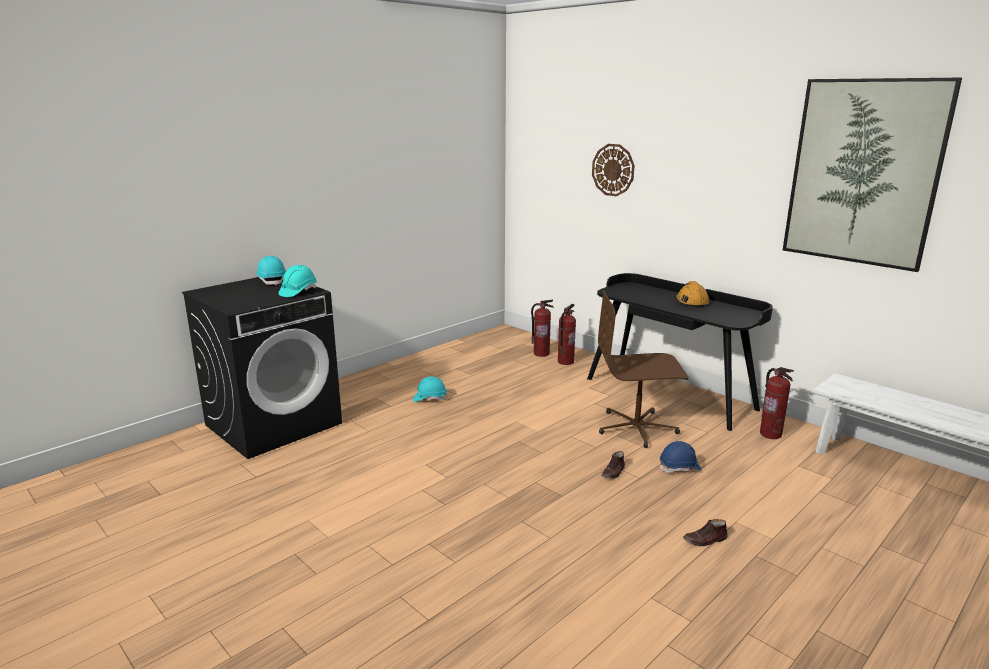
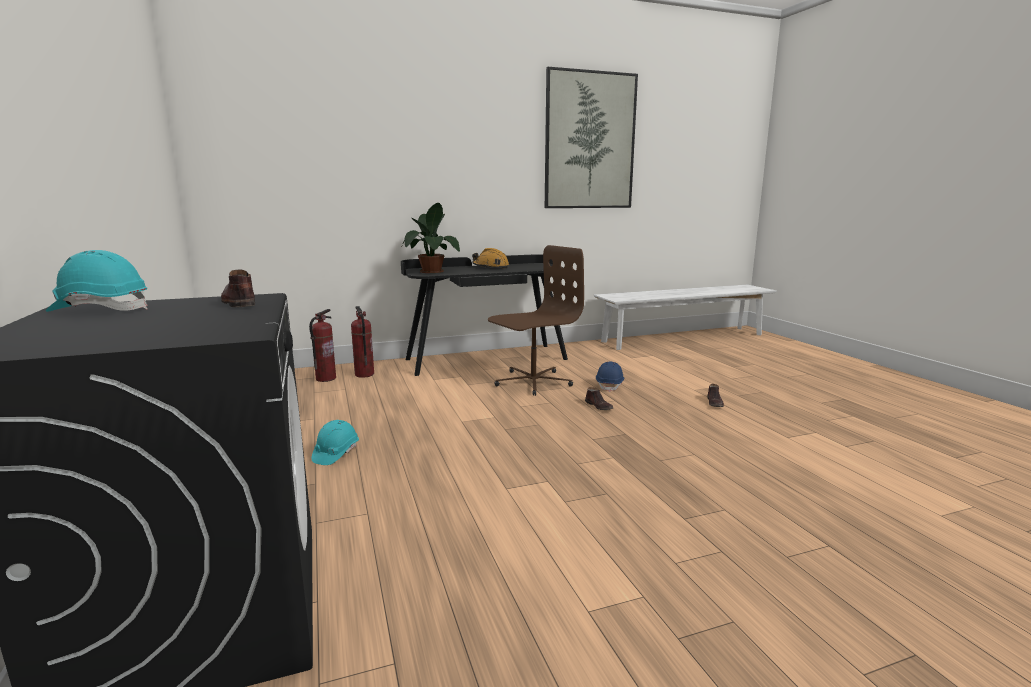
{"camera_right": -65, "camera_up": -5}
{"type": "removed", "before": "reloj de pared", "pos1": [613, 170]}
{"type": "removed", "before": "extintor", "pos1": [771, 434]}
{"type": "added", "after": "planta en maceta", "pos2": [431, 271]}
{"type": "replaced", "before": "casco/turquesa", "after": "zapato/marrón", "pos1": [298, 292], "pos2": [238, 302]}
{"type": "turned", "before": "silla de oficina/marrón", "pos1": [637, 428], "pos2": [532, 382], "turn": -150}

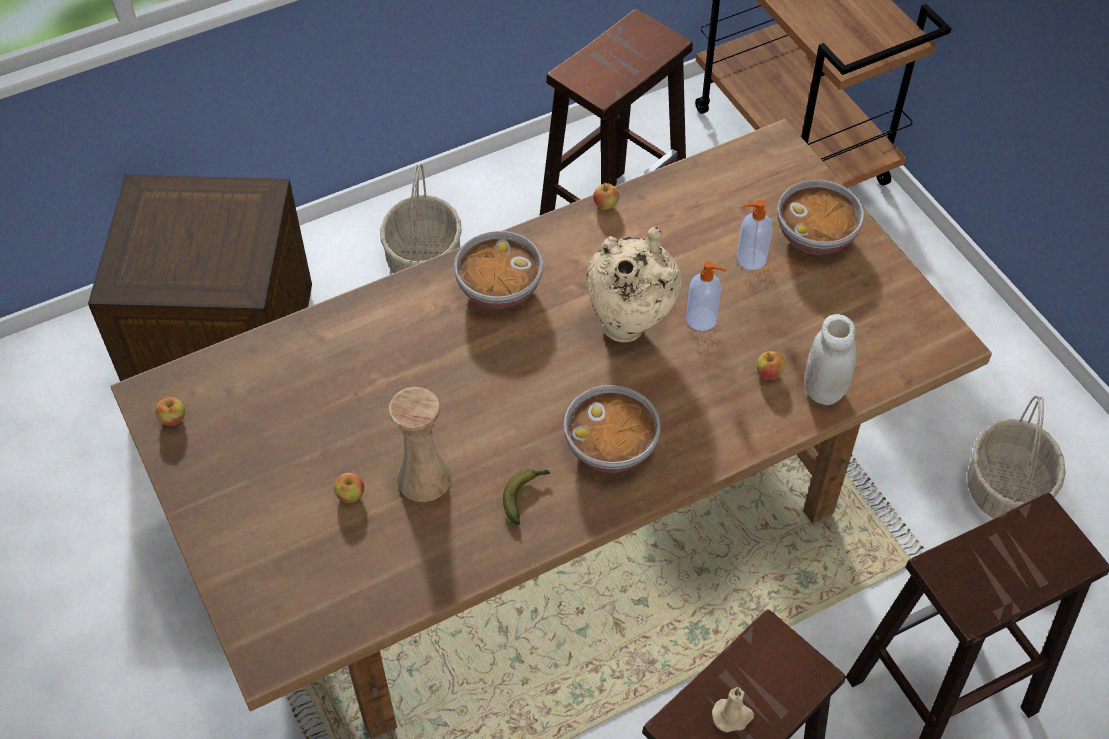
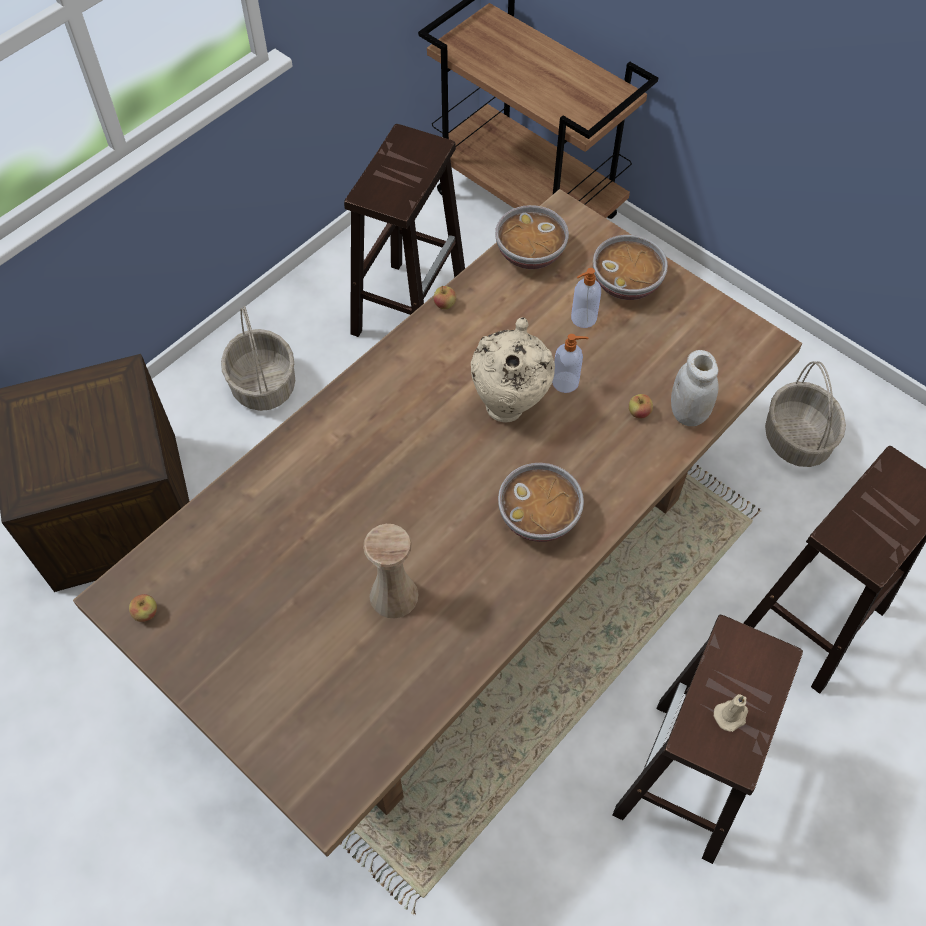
{"camera_right": -20, "camera_up": 5}
{"type": "removed", "before": "manzana", "pos1": [350, 495]}
{"type": "removed", "before": "plátano", "pos1": [525, 495]}
{"type": "moved", "before": "cuenco", "pos1": [498, 289], "pos2": [530, 254]}

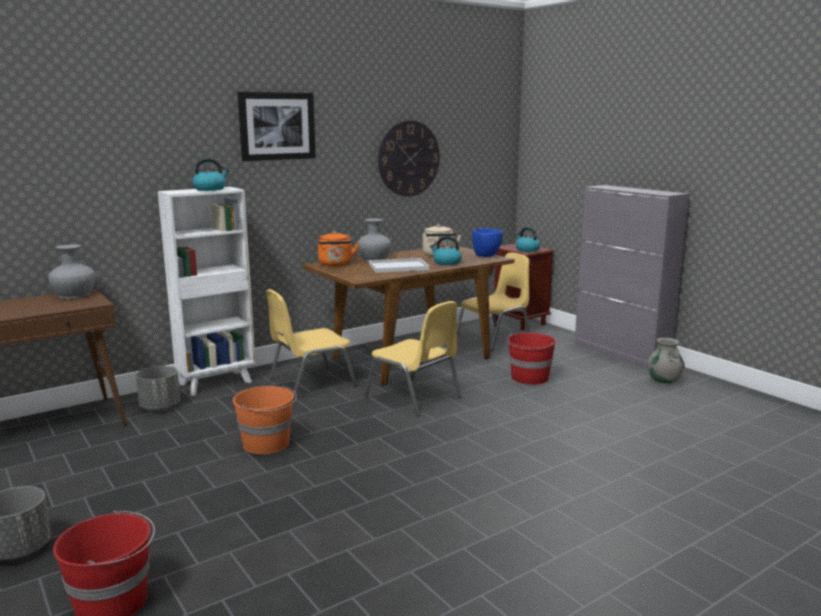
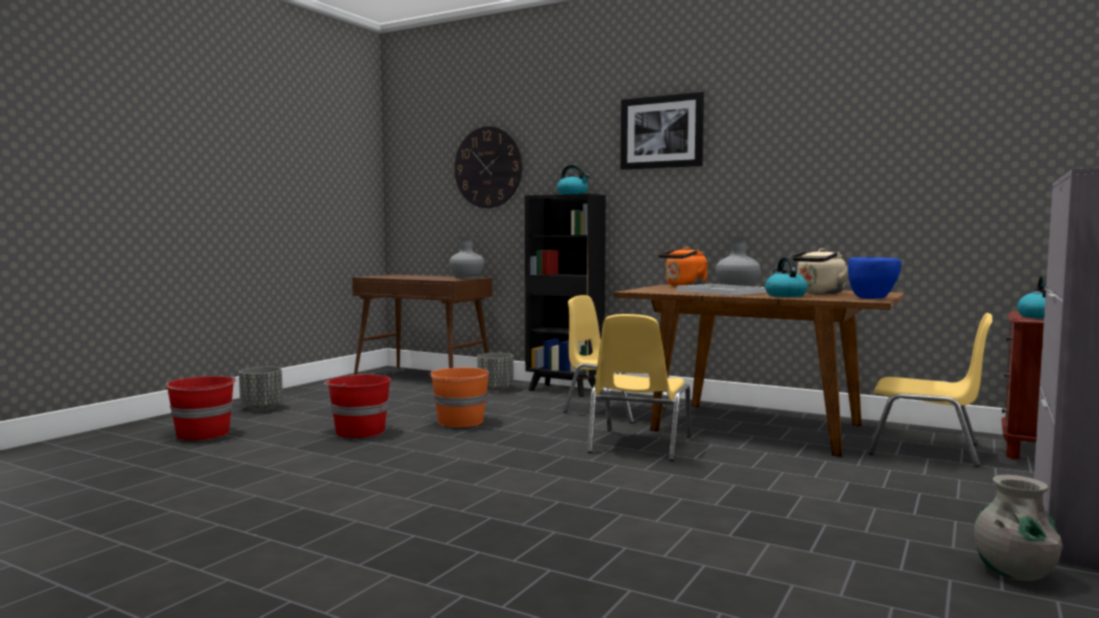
{"camera_right": 65, "camera_up": -10}
{"type": "moved", "before": "reloj de pared", "pos1": [408, 158], "pos2": [488, 167]}
{"type": "moved", "before": "cubo/rojo", "pos1": [529, 378], "pos2": [359, 431]}
{"type": "recoloured", "before": "estantería/blanco", "after": "estantería/negro", "pos1": [217, 383], "pos2": [565, 390]}

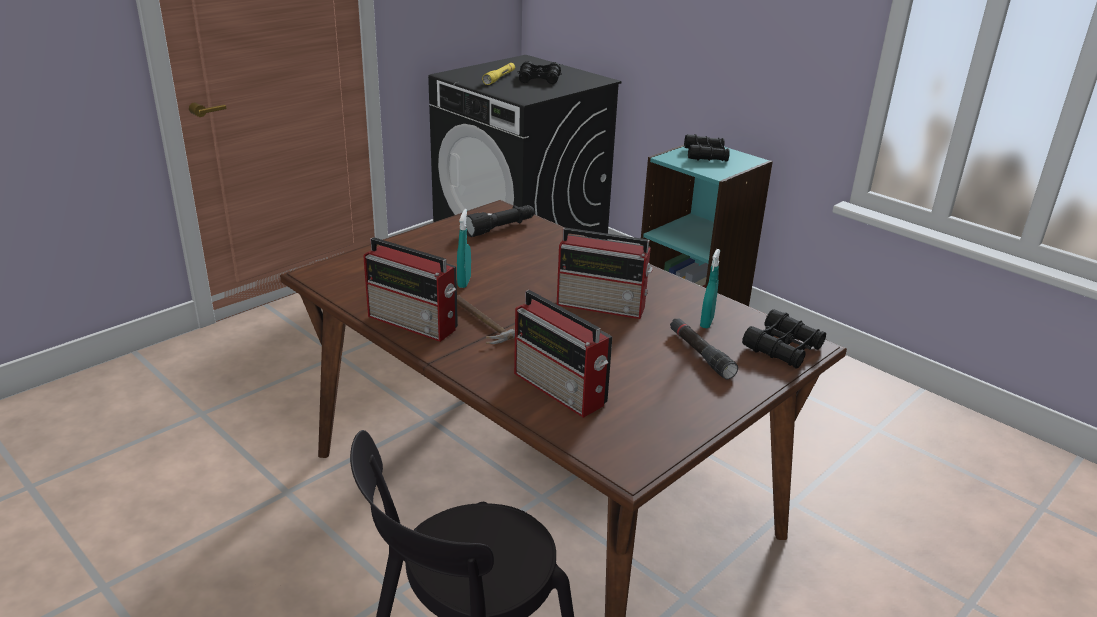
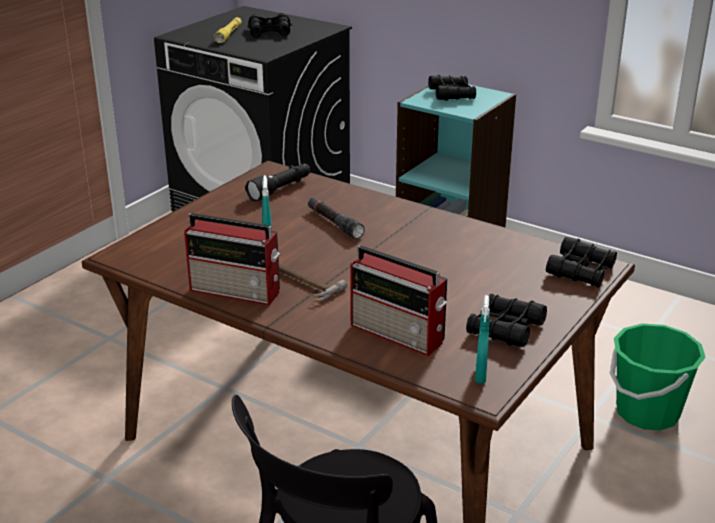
{"camera_right": -10, "camera_up": 0}
{"type": "removed", "before": "radio", "pos1": [603, 306]}
{"type": "added", "after": "prismáticos/negro", "pos2": [505, 329]}
{"type": "added", "after": "cubo/verde", "pos2": [647, 412]}
{"type": "moved", "before": "linterna/negro", "pos1": [700, 354], "pos2": [334, 223]}
{"type": "moved", "before": "pulverizador/turquesa", "pos1": [706, 322], "pos2": [480, 375]}

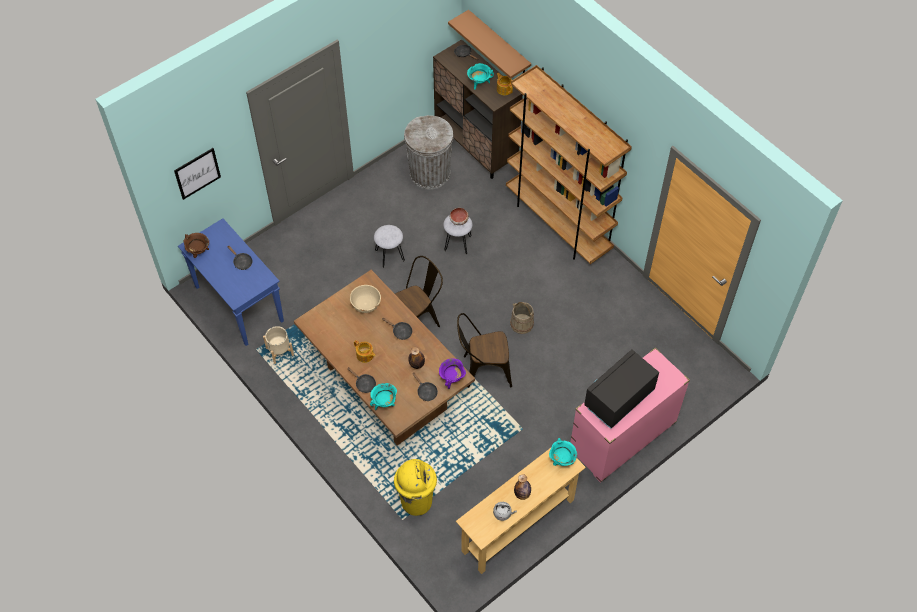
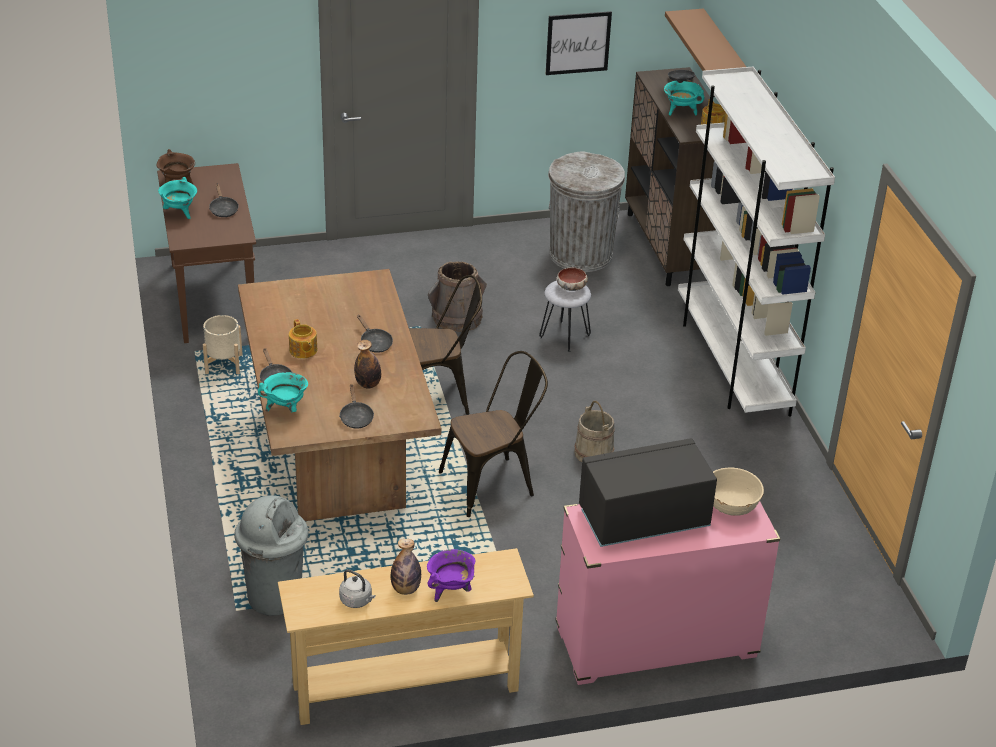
{"camera_right": 25, "camera_up": -20}
{"type": "moved", "before": "cuadro", "pos1": [197, 173], "pos2": [578, 43]}
{"type": "moved", "before": "cuenco/beis", "pos1": [366, 305], "pos2": [732, 506]}
{"type": "moved", "before": "olla/morado", "pos1": [452, 379], "pos2": [451, 591]}
{"type": "moved", "before": "olla/turquesa", "pos1": [562, 460], "pos2": [180, 213]}
{"type": "replaced", "before": "taburete/gris", "after": "cubo/marrón", "pos1": [389, 255], "pos2": [457, 318]}
{"type": "recoloured", "before": "mesa consola/azul", "after": "mesa consola/marrón", "pos1": [238, 304], "pos2": [212, 299]}
{"type": "recoloured", "before": "papelera/amarillo", "after": "papelera/gris", "pos1": [416, 500], "pos2": [275, 596]}
{"type": "recoloured", "before": "estantería/marrón", "after": "estantería/blanco", "pos1": [558, 223], "pos2": [732, 363]}
{"type": "turned", "before": "silla/marrón", "pos1": [482, 370], "pos2": [494, 483], "turn": 135}

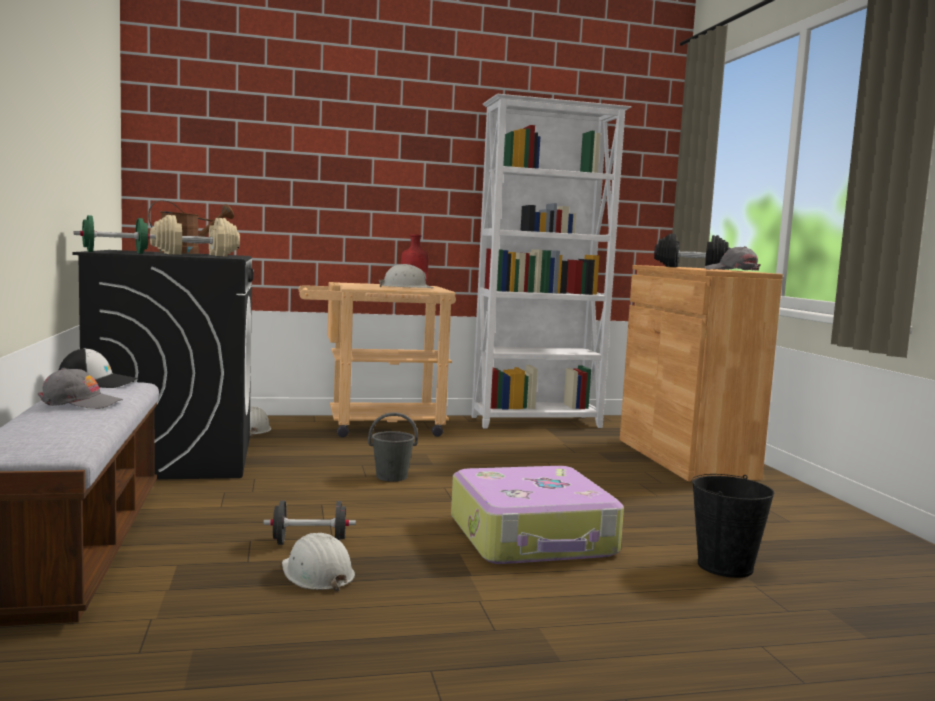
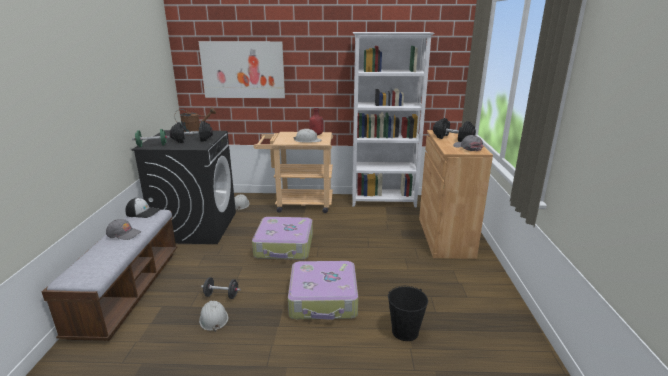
{"camera_right": 15, "camera_up": 15}
{"type": "added", "after": "cuadro", "pos2": [243, 70]}
{"type": "replaced", "before": "cubo/gris", "after": "maleta", "pos1": [392, 477], "pos2": [284, 246]}
{"type": "recoloured", "before": "mancuerna/beis", "after": "mancuerna/negro", "pos1": [195, 255], "pos2": [192, 140]}

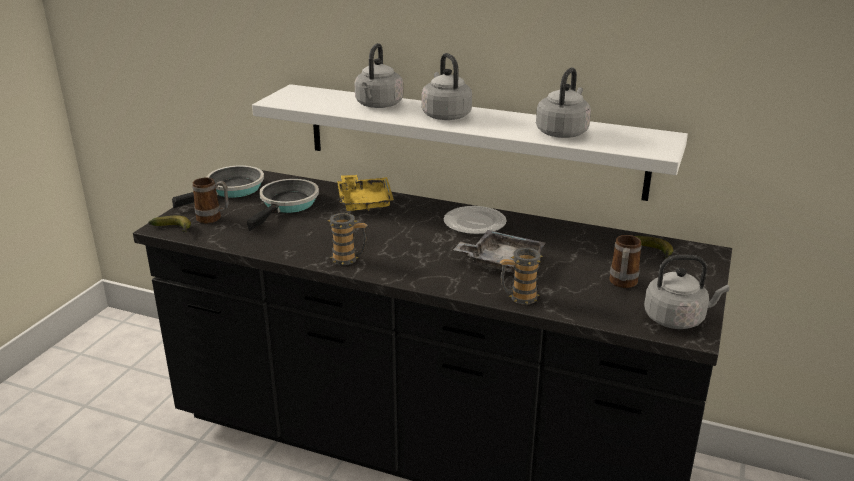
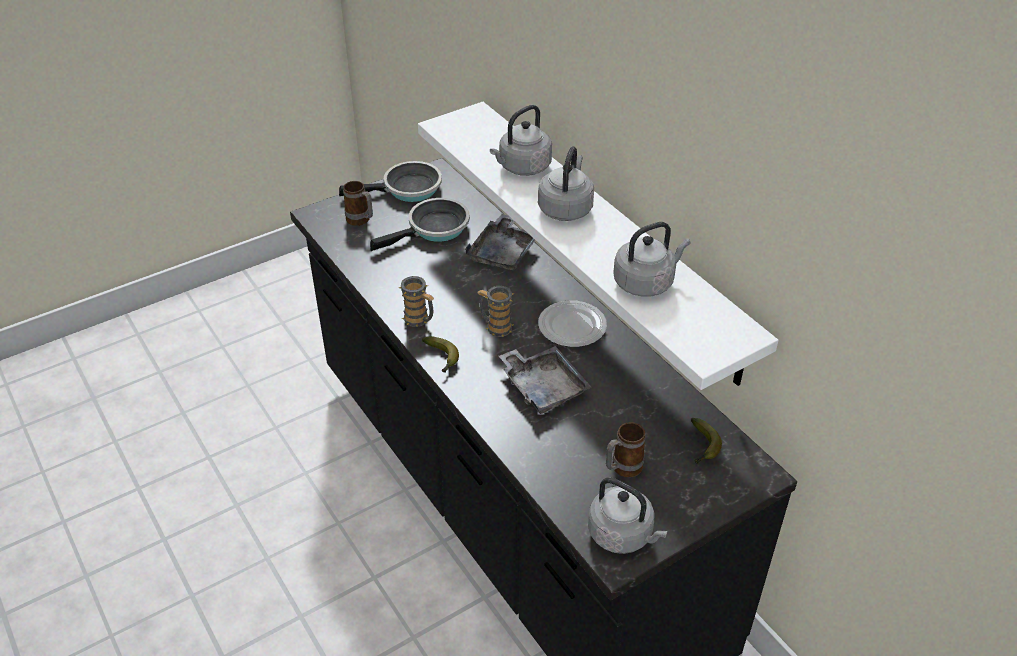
{"camera_right": 35, "camera_up": 15}
{"type": "moved", "before": "plátano", "pos1": [174, 229], "pos2": [442, 358]}
{"type": "moved", "before": "taza grande", "pos1": [518, 297], "pos2": [495, 327]}
{"type": "recoloured", "before": "bandeja/amarillo", "after": "bandeja/gris", "pos1": [364, 201], "pos2": [503, 252]}

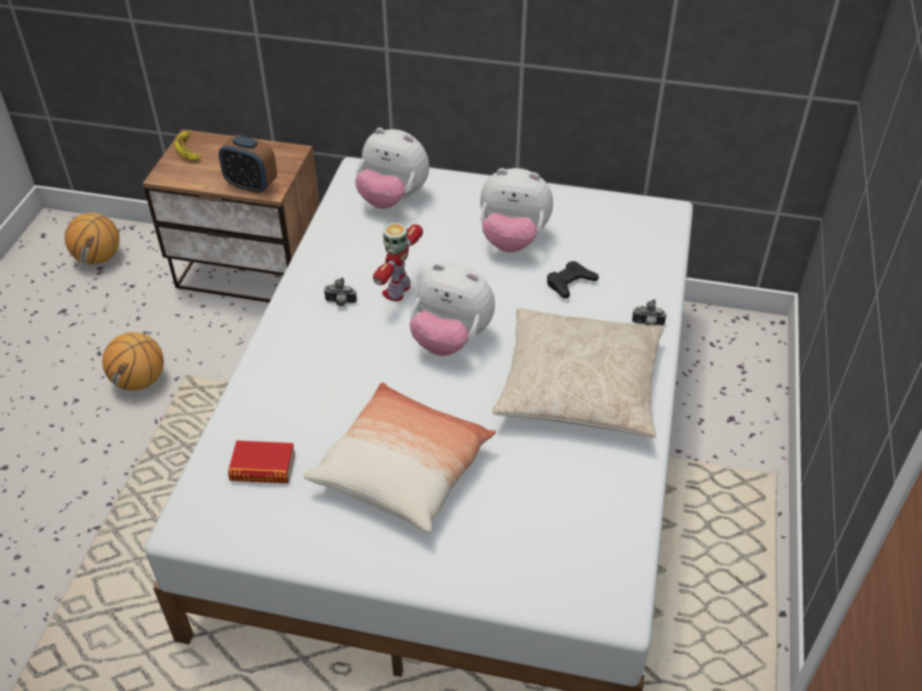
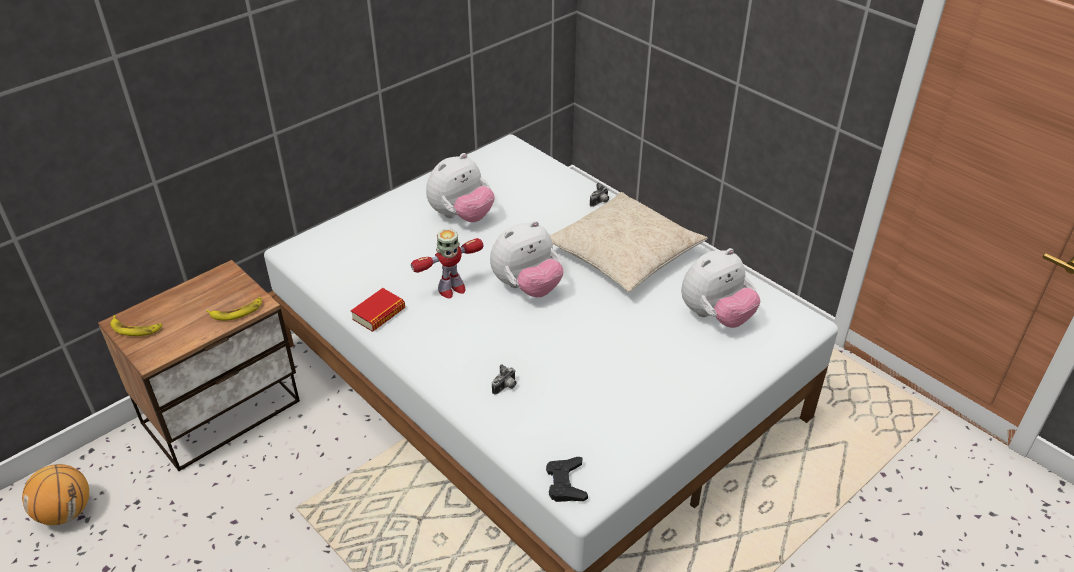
{"camera_right": -55, "camera_up": -5}
{"type": "removed", "before": "balón de baloncesto", "pos1": [140, 381]}
{"type": "removed", "before": "cojín", "pos1": [403, 470]}
{"type": "moved", "before": "libro", "pos1": [263, 467], "pos2": [379, 314]}
{"type": "moved", "before": "cámara", "pos1": [340, 303], "pos2": [506, 387]}
{"type": "moved", "before": "peluche", "pos1": [392, 199], "pos2": [715, 316]}
{"type": "moved", "before": "mando de consola/negro", "pos1": [570, 283], "pos2": [566, 483]}
{"type": "replaced", "before": "despertador", "after": "plátano", "pos1": [251, 185], "pos2": [237, 311]}
{"type": "turned", "before": "robot de juguete", "pos1": [398, 290], "pos2": [451, 289], "turn": -90}

